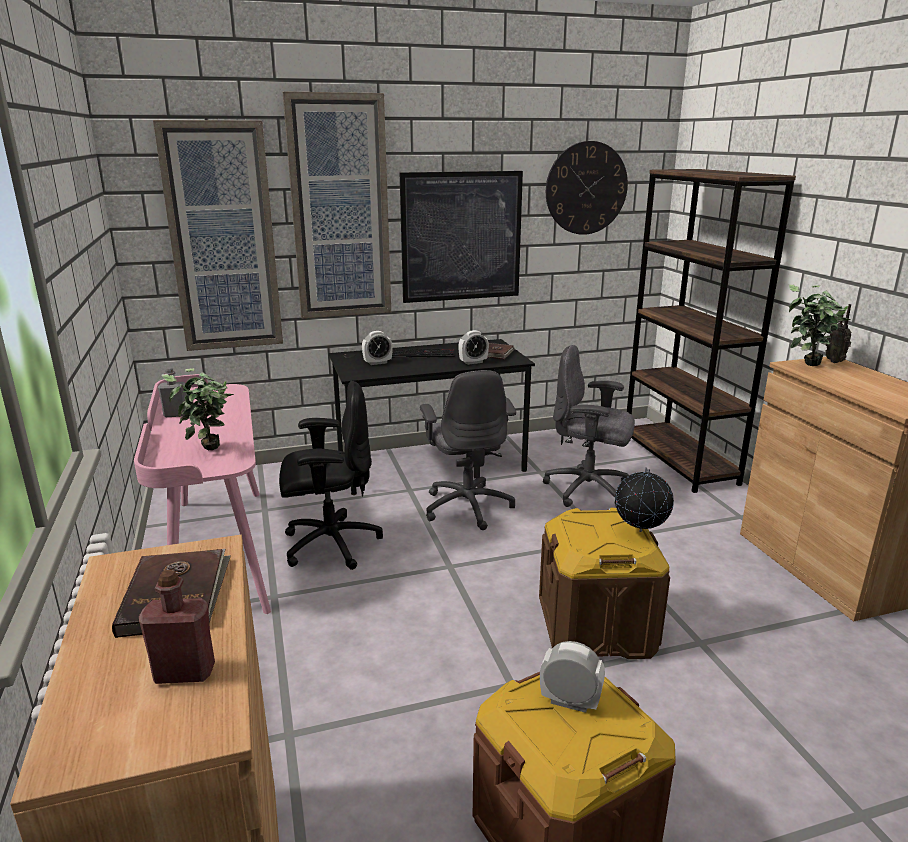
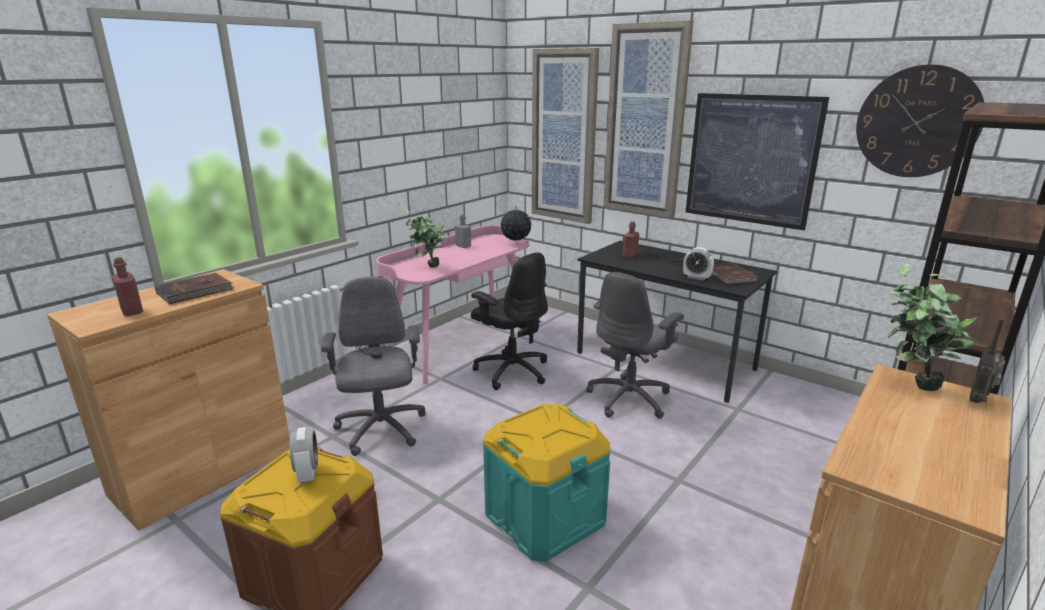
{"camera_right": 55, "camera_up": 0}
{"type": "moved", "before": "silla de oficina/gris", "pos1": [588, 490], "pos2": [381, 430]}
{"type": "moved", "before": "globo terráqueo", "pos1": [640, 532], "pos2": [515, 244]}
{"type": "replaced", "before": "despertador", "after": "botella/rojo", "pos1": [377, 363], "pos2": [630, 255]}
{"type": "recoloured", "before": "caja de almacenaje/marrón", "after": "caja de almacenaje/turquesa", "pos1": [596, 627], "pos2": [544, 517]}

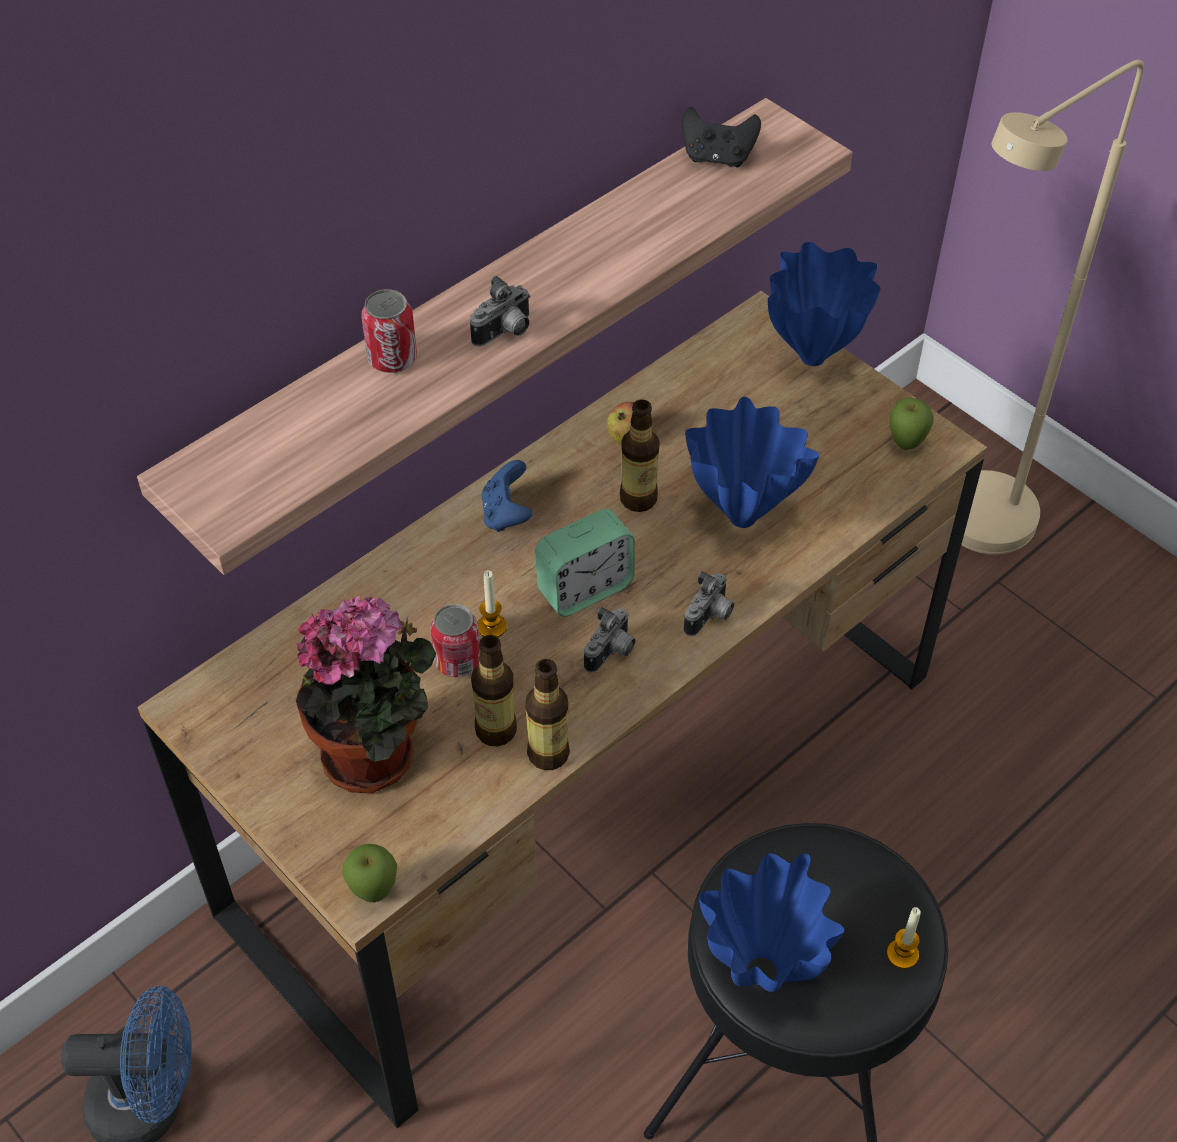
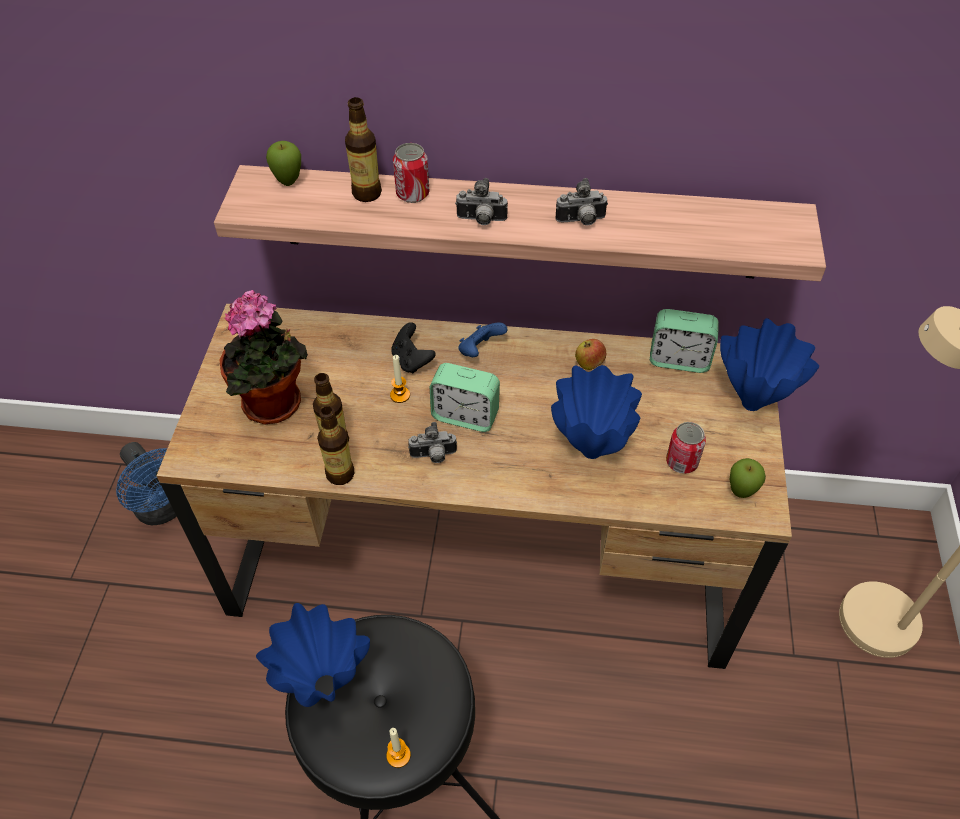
{"camera_right": 50, "camera_up": 0}
{"type": "added", "after": "despertador", "pos2": [679, 359]}
{"type": "moved", "before": "manzana", "pos1": [374, 892], "pos2": [289, 182]}
{"type": "moved", "before": "lata", "pos1": [457, 661], "pos2": [681, 462]}
{"type": "moved", "before": "botella", "pos1": [638, 499], "pos2": [367, 193]}
{"type": "moved", "before": "mando de consola/negro", "pos1": [717, 157], "pos2": [412, 360]}
{"type": "moved", "before": "cámara", "pos1": [710, 617], "pos2": [581, 221]}

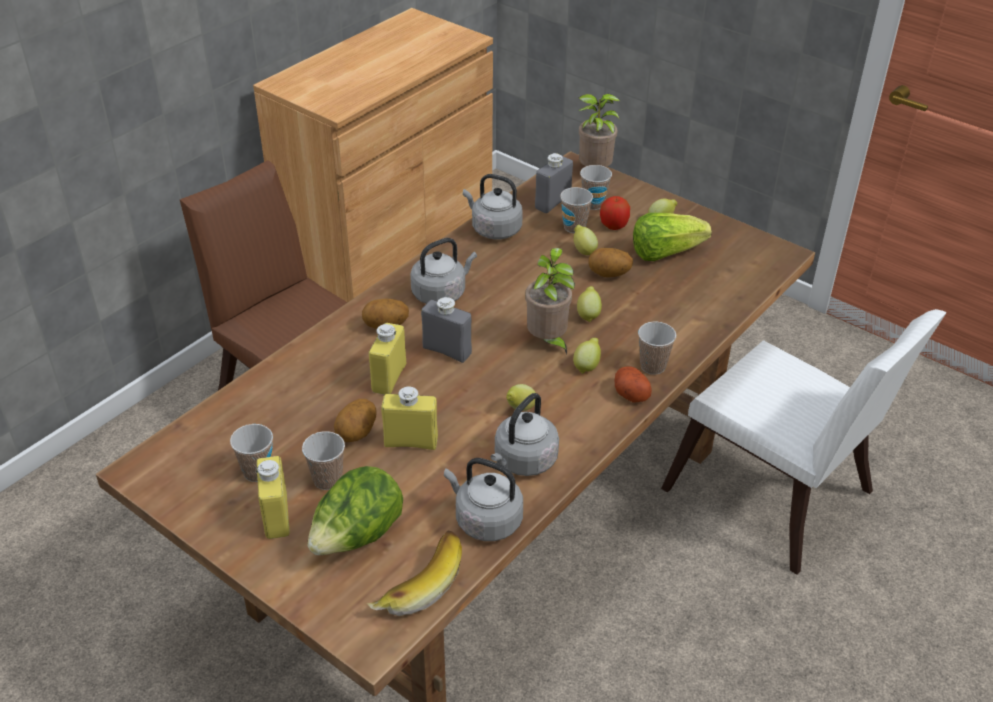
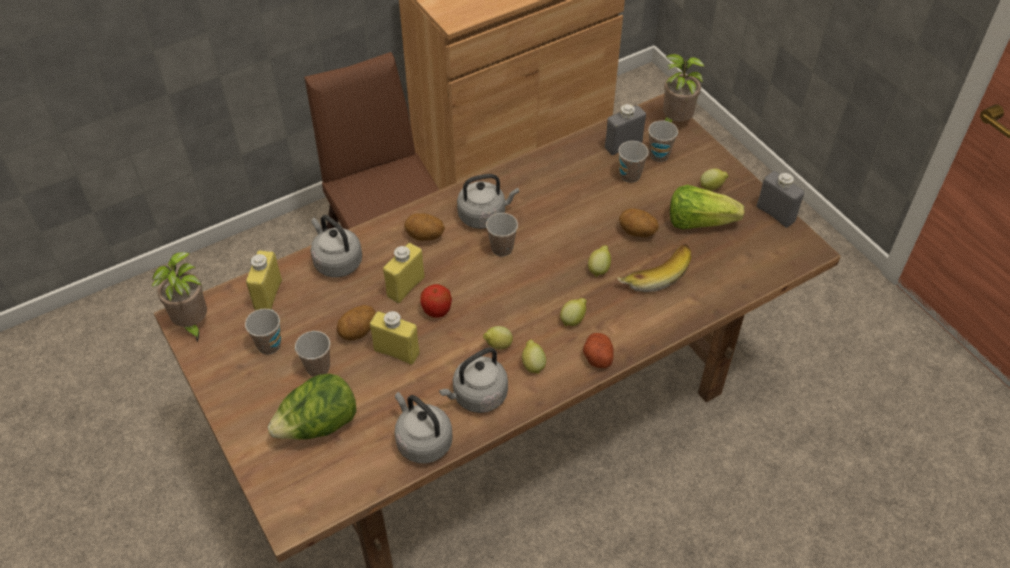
{"camera_right": 20, "camera_up": 10}
{"type": "removed", "before": "silla/blanco", "pos1": [776, 500]}
{"type": "moved", "before": "botella/amarillo", "pos1": [276, 517], "pos2": [268, 295]}
{"type": "moved", "before": "plátano", "pos1": [416, 583], "pos2": [654, 273]}
{"type": "moved", "before": "botella/gris", "pos1": [447, 350], "pos2": [775, 214]}
{"type": "moved", "before": "hervidor/gris", "pos1": [494, 229], "pos2": [336, 261]}
{"type": "moved", "before": "planta en maceta", "pos1": [548, 342], "pos2": [192, 324]}
{"type": "moved", "before": "limón", "pos1": [583, 251], "pos2": [533, 364]}
{"type": "moved", "before": "manzana", "pos1": [614, 226], "pos2": [436, 310]}
{"type": "moved", "before": "taza", "pos1": [652, 366], "pos2": [502, 248]}

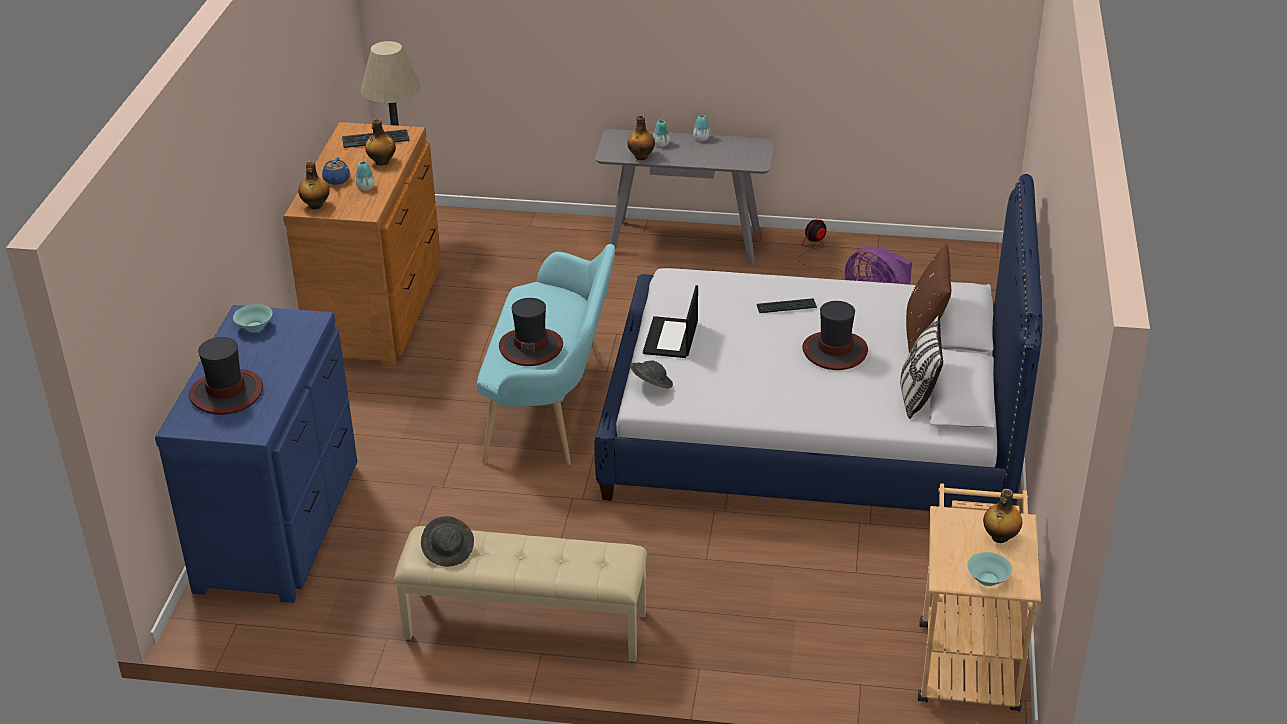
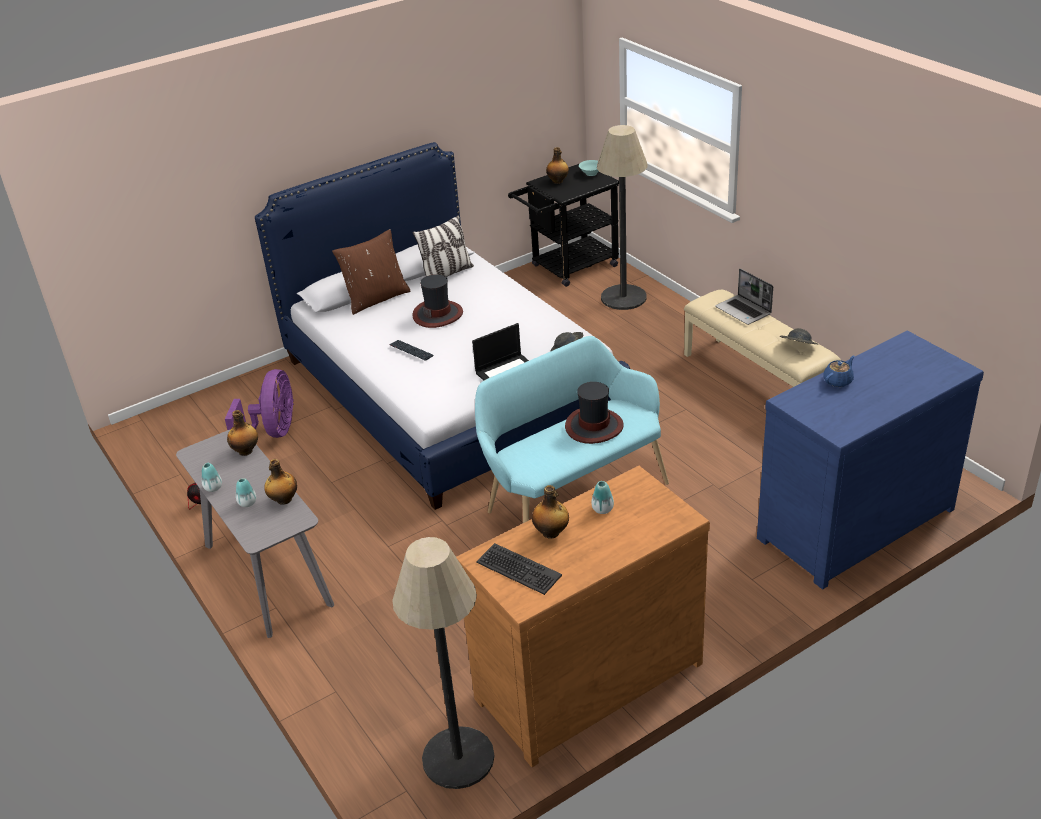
{"camera_right": -130, "camera_up": 0}
{"type": "removed", "before": "sombrero", "pos1": [226, 393]}
{"type": "removed", "before": "cuenco/turquesa", "pos1": [255, 326]}
{"type": "added", "after": "lámpara de pie", "pos2": [623, 297]}
{"type": "added", "after": "portátil", "pos2": [744, 311]}
{"type": "moved", "before": "botella", "pos1": [315, 205], "pos2": [246, 451]}
{"type": "moved", "before": "tetera/azul", "pos1": [336, 180], "pos2": [838, 381]}
{"type": "recoloured", "before": "carrito/beis", "after": "carrito/negro", "pos1": [967, 656], "pos2": [568, 268]}

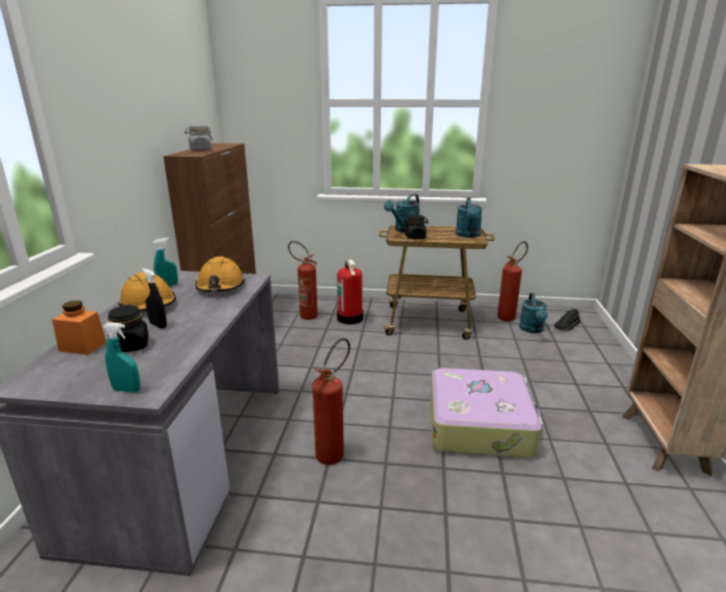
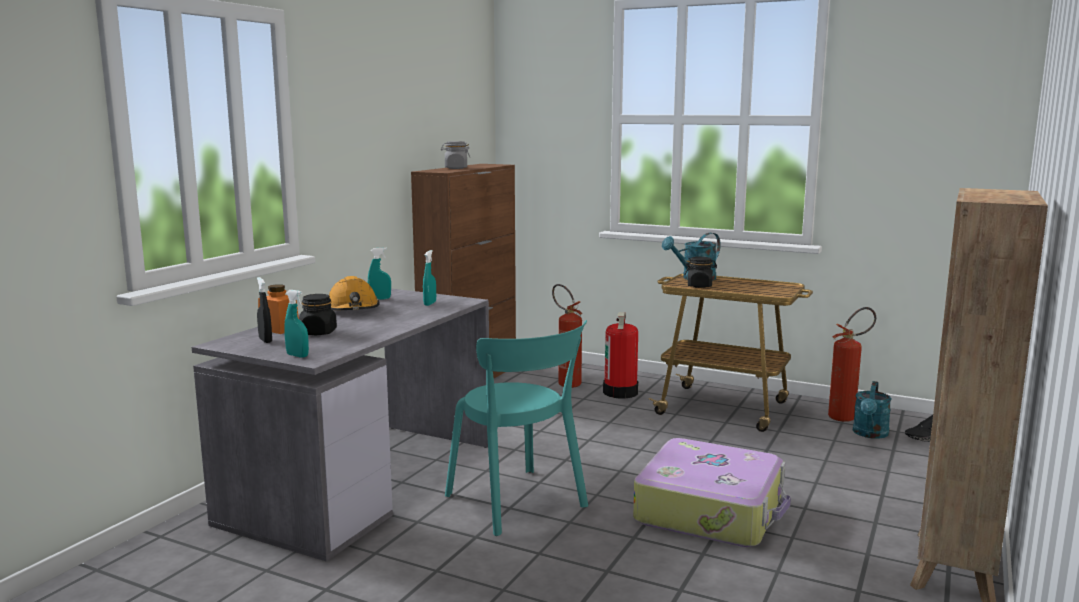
{"camera_right": 20, "camera_up": -10}
{"type": "removed", "before": "regadera/turquesa", "pos1": [468, 235]}
{"type": "moved", "before": "pulverizador/negro", "pos1": [158, 325], "pos2": [265, 340]}
{"type": "replaced", "before": "casco/naranja", "after": "pulverizador/turquesa", "pos1": [221, 286], "pos2": [430, 303]}
{"type": "replaced", "before": "extintor", "after": "silla/turquesa", "pos1": [334, 451], "pos2": [519, 503]}

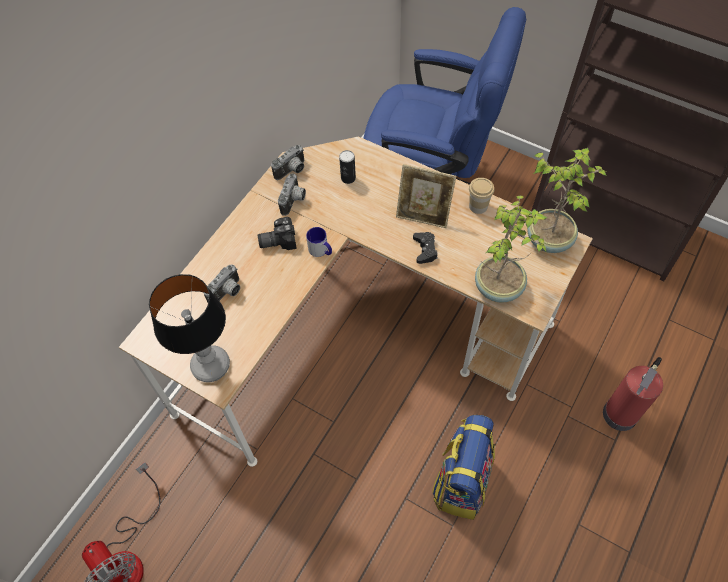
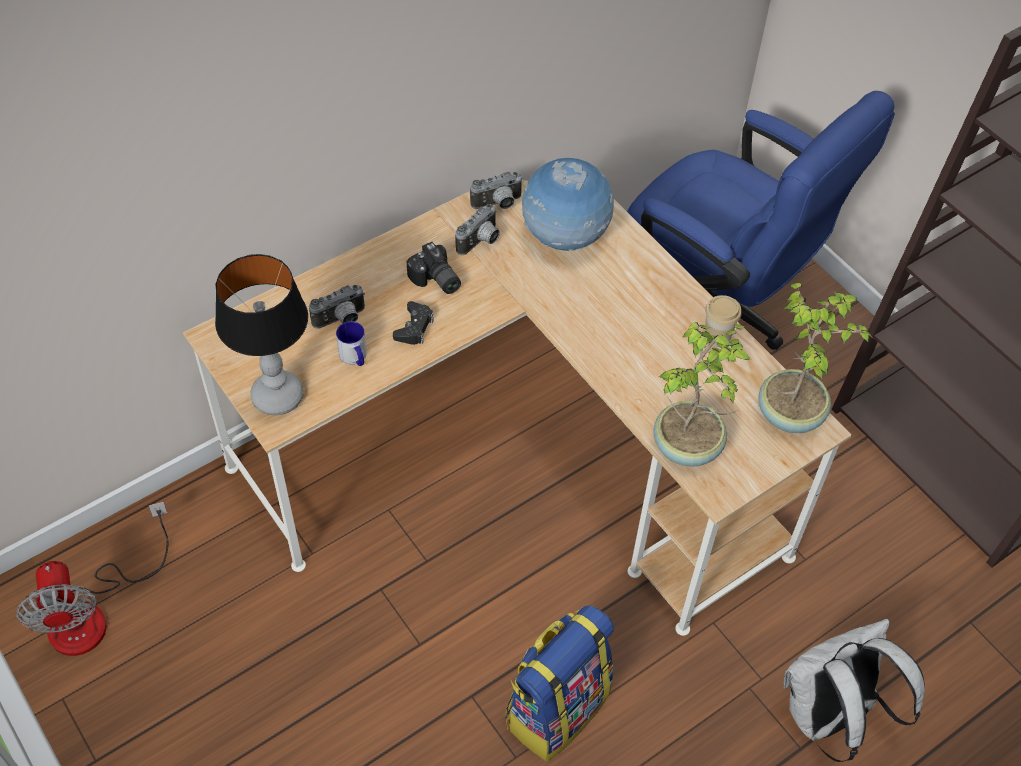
{"camera_right": 20, "camera_up": -5}
{"type": "removed", "before": "portarretratos", "pos1": [423, 215]}
{"type": "moved", "before": "taza grande", "pos1": [321, 251], "pos2": [355, 357]}
{"type": "moved", "before": "mando de consola/negro", "pos1": [425, 250], "pos2": [414, 327]}
{"type": "replaced", "before": "lata", "after": "globo terráqueo", "pos1": [348, 178], "pos2": [565, 239]}
{"type": "replaced", "before": "extintor", "after": "mochila/blanco", "pos1": [621, 413], "pos2": [828, 716]}
{"type": "turned", "before": "cámara", "pos1": [277, 240], "pos2": [435, 280], "turn": -135}

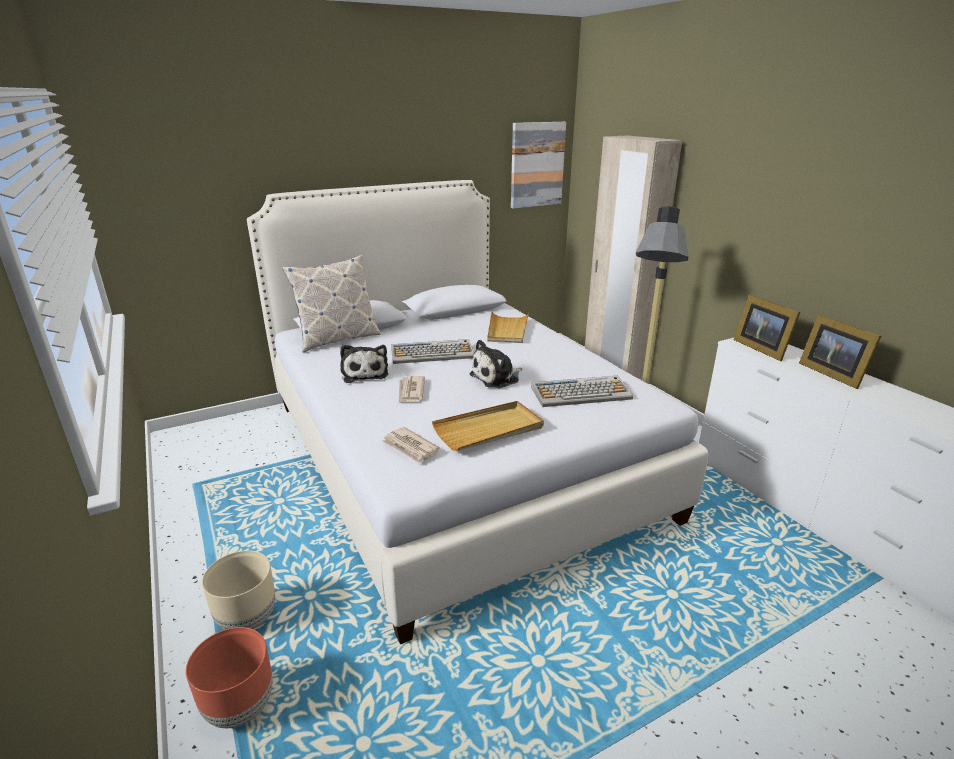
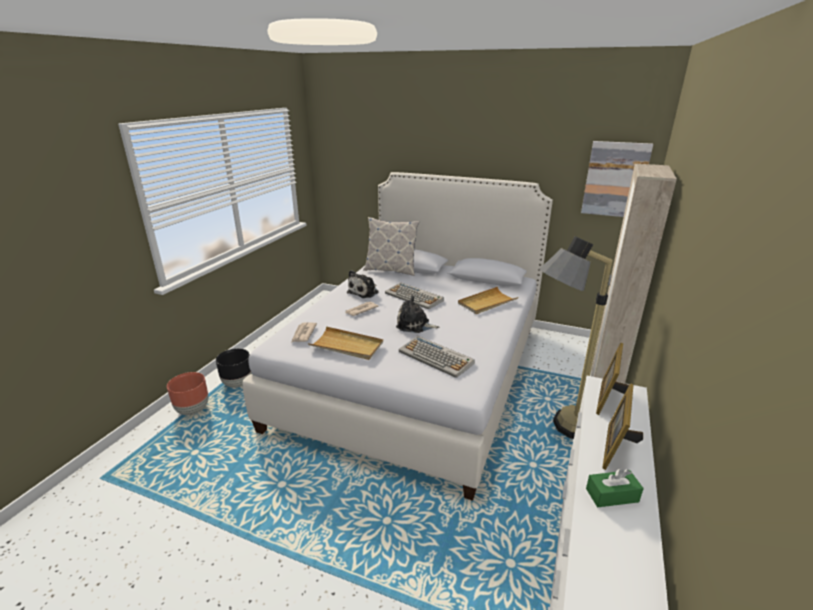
{"camera_right": 50, "camera_up": 0}
{"type": "added", "after": "caja de pañuelos/verde", "pos2": [612, 495]}
{"type": "recoloured", "before": "maceta/beis", "after": "maceta/negro", "pos1": [247, 619], "pos2": [237, 383]}

